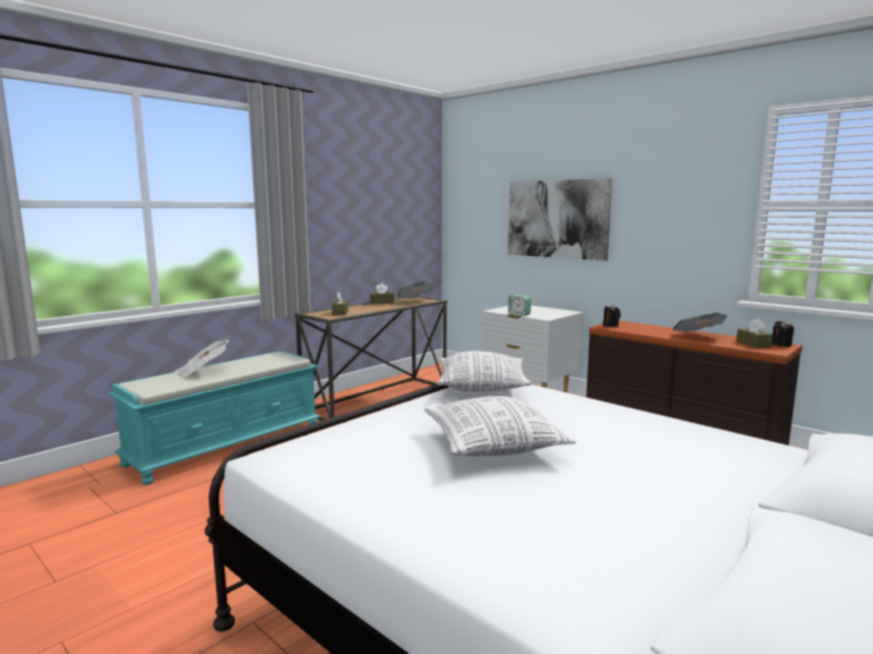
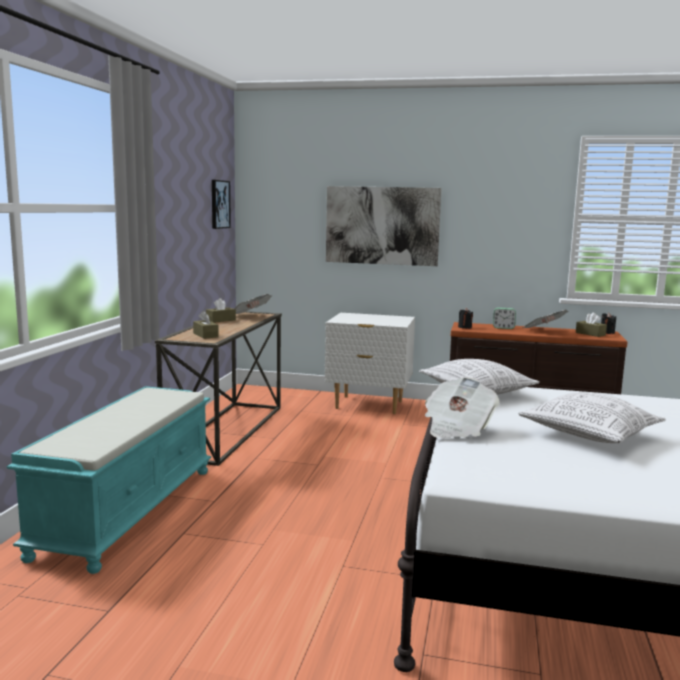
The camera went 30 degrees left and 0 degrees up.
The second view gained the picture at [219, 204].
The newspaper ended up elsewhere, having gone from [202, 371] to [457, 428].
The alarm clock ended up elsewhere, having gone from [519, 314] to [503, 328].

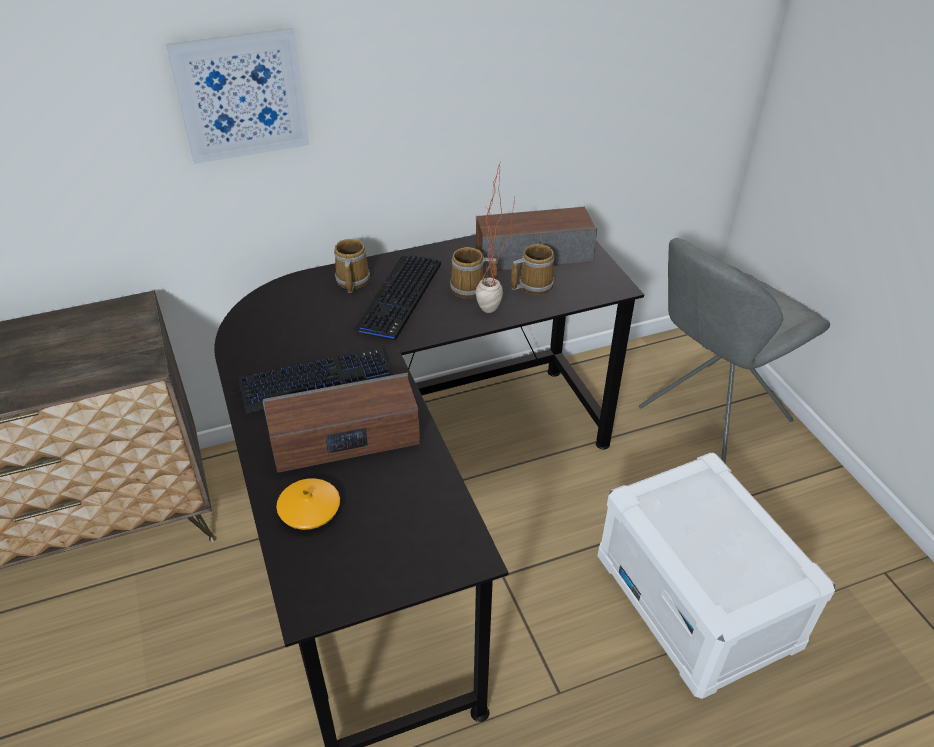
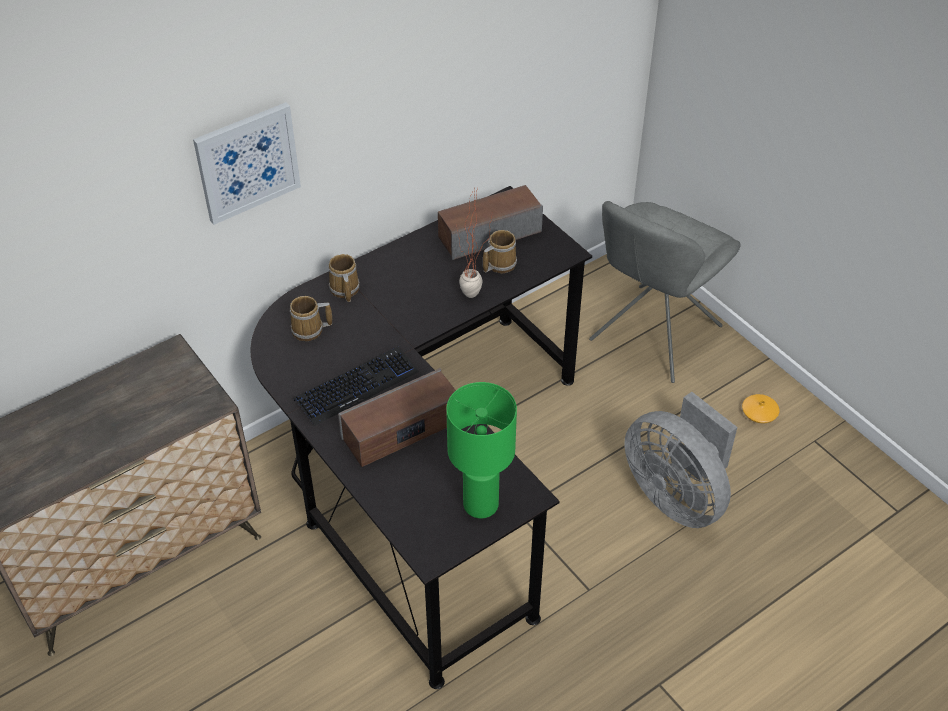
The camera went 15 degrees left and 5 degrees up.
The mug ended up elsewhere, having gone from [470, 289] to [310, 330].
The second view gained the table lamp (green) at [480, 504].
Where the storage box (white) stood at [697, 600], the fan (grey) came to stand at [676, 495].
The vase (orange) ended up elsewhere, having gone from [309, 510] to [759, 412].
The second view lost the keyboard at [399, 297].

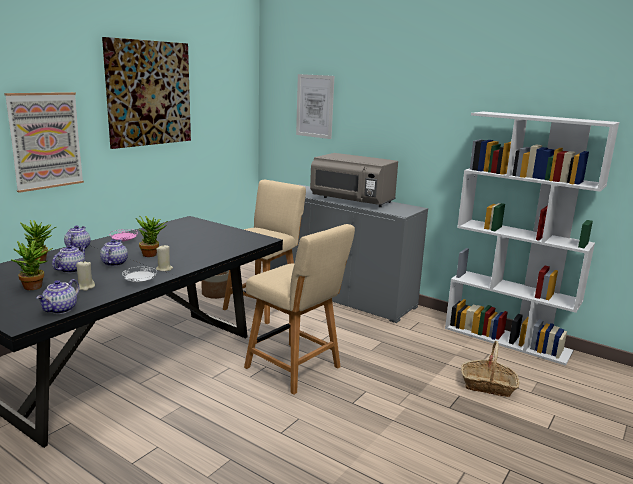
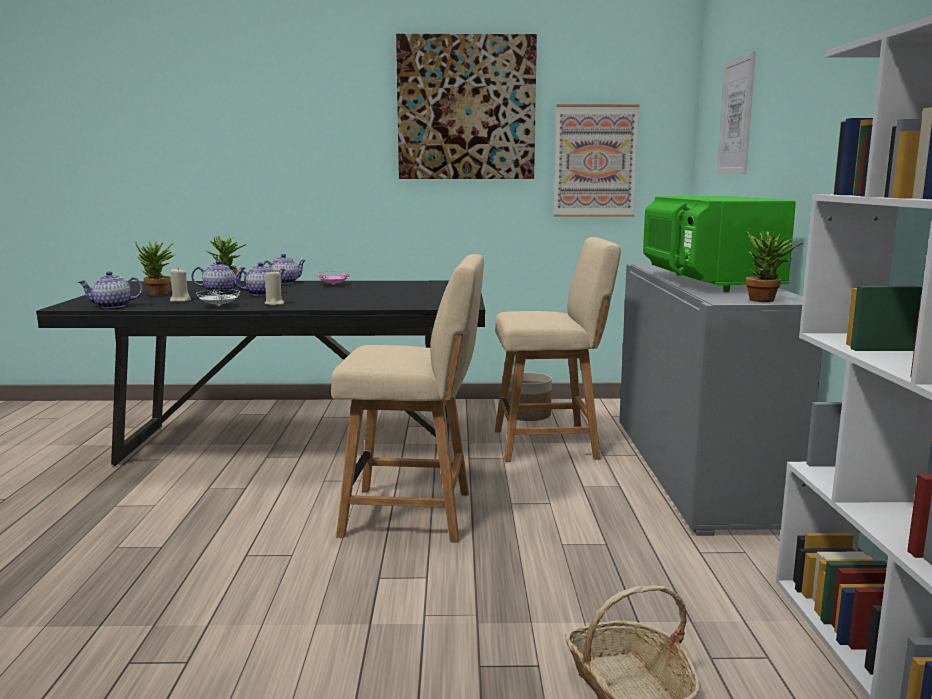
The camera went 55 degrees right and 5 degrees down.
The chair (beige) at [296, 369] ended up facing another way, 90 degrees counterclockwise from before.
The picture ended up elsewhere, having gone from [45, 140] to [595, 161].
What was the microwave (grey) at [352, 201] turned into the microwave (green) at [708, 282].
The potted plant ended up elsewhere, having gone from [152, 254] to [767, 300].

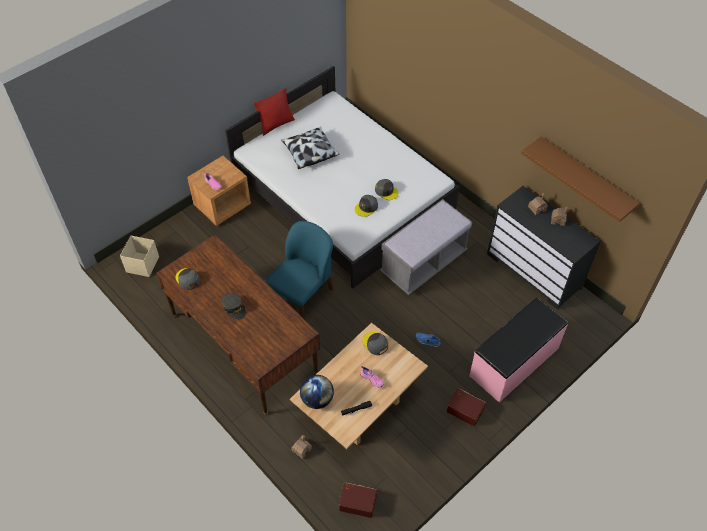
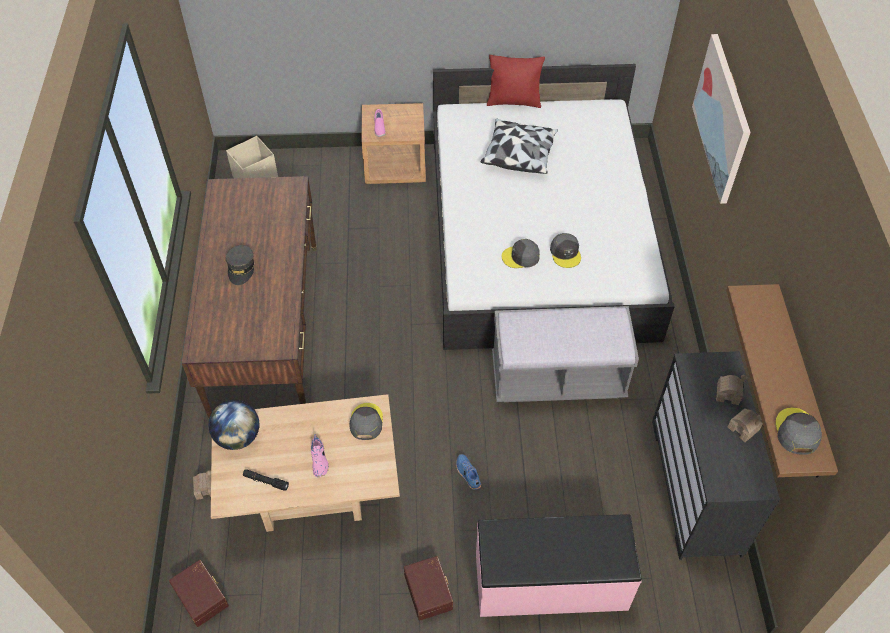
The camera went 40 degrees right and 0 degrees up.
The second view gained the picture at [723, 118].
The cap (grey) ended up elsewhere, having gone from [187, 279] to [796, 432].
The second view lost the chair (blue) at [302, 296].

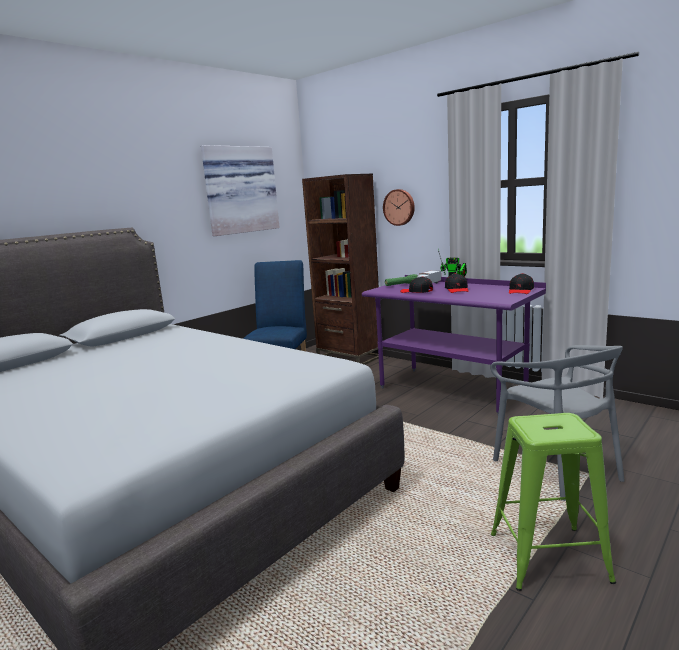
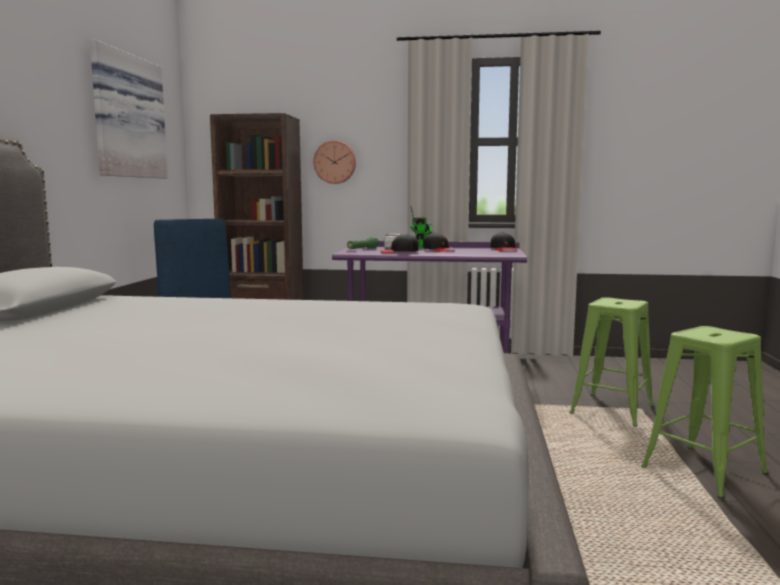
The camera went 35 degrees left and 5 degrees down.
Where the chair (grey) stood at [557, 468], the stool (green) came to stand at [612, 409].

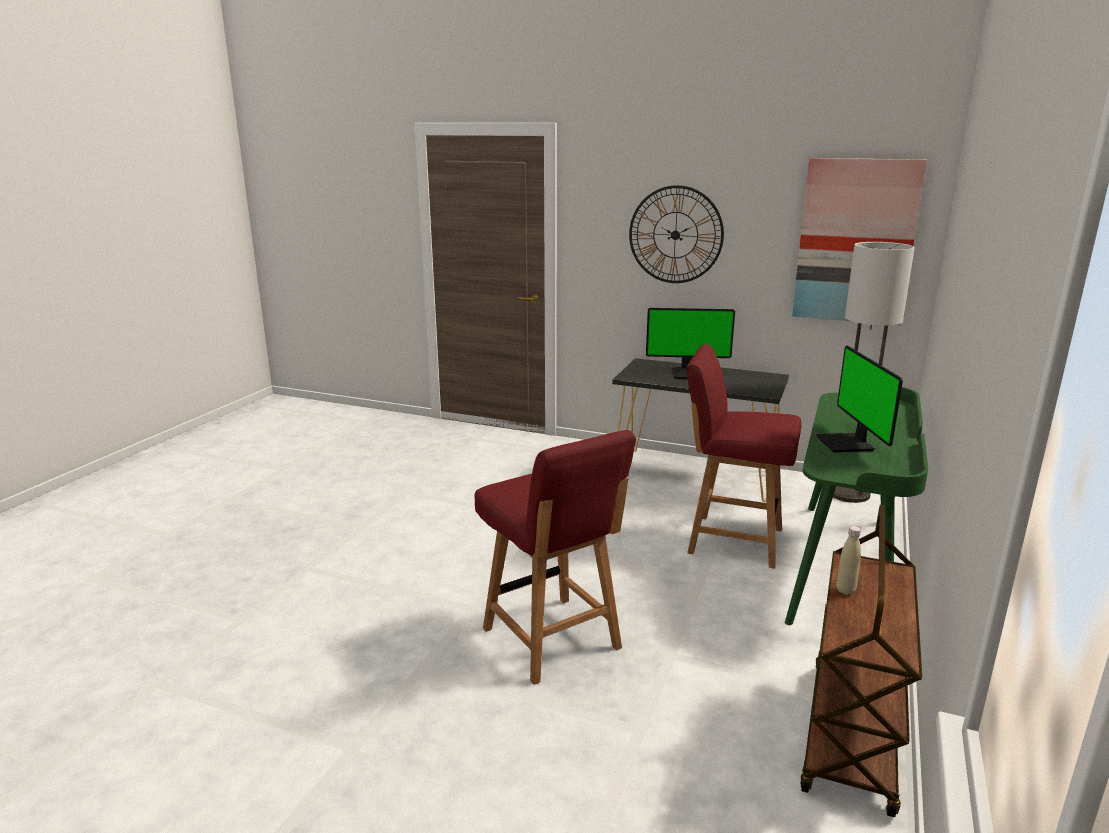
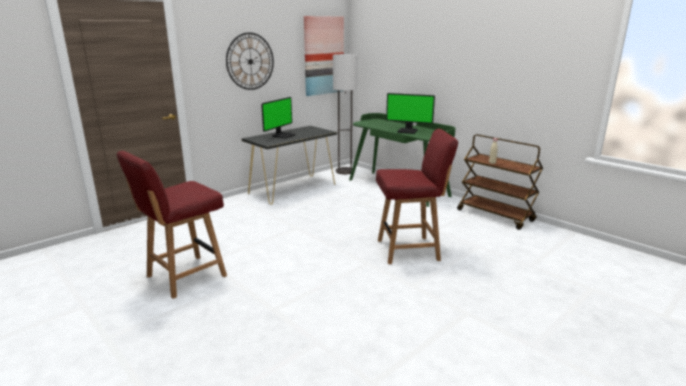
The camera went 65 degrees left and 0 degrees up.
The chair (red) ended up elsewhere, having gone from [732, 540] to [184, 277].

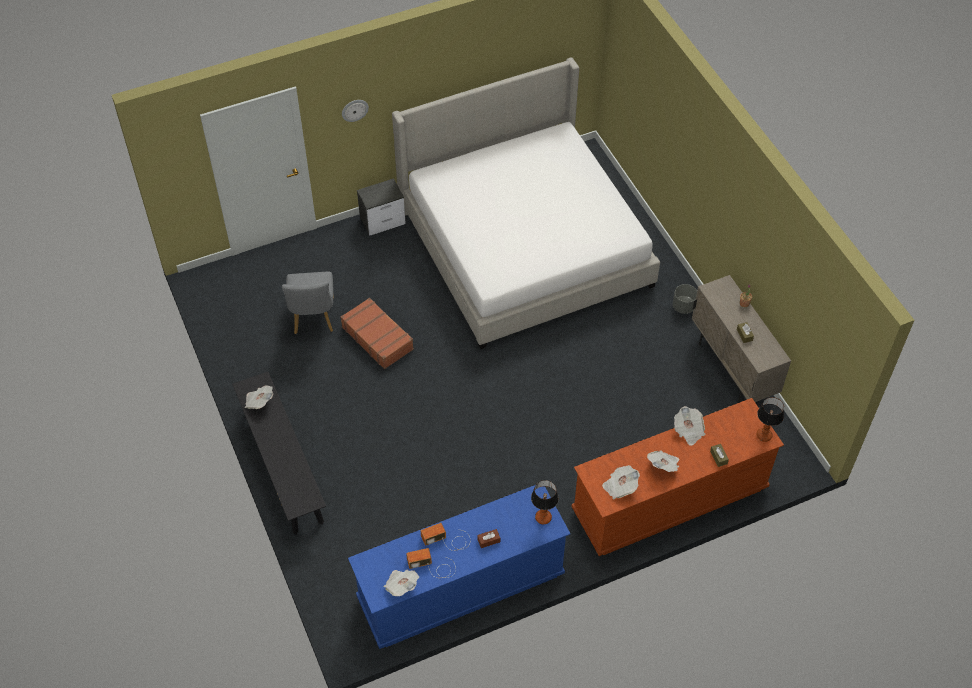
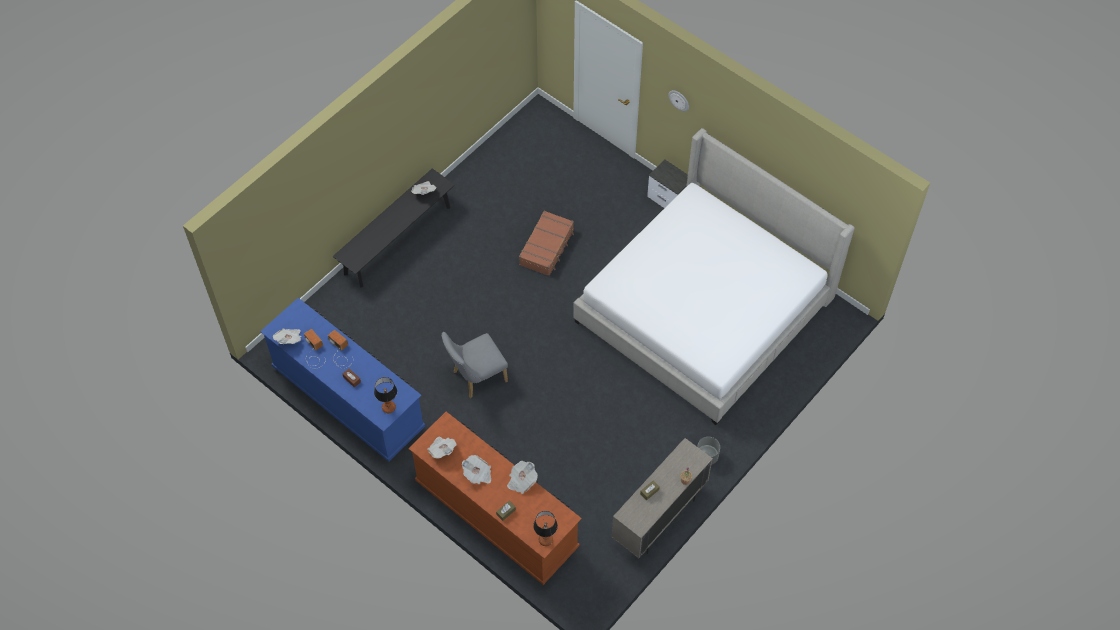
The camera went 65 degrees right and 5 degrees up.
The chair (grey) ended up elsewhere, having gone from [313, 319] to [476, 377].

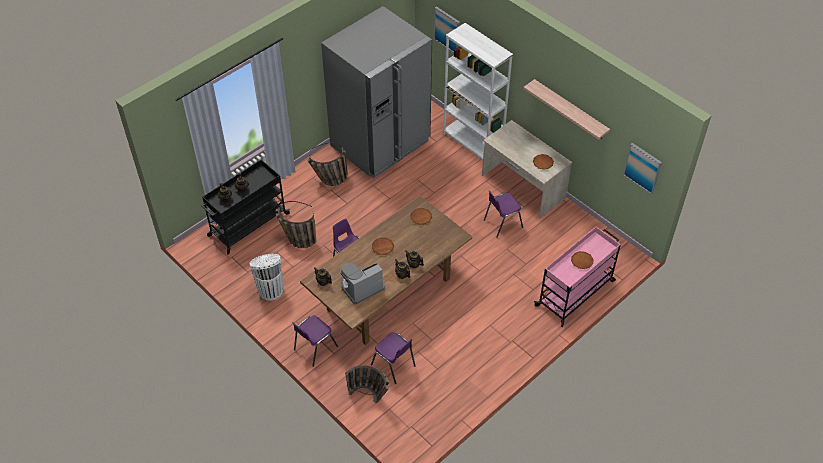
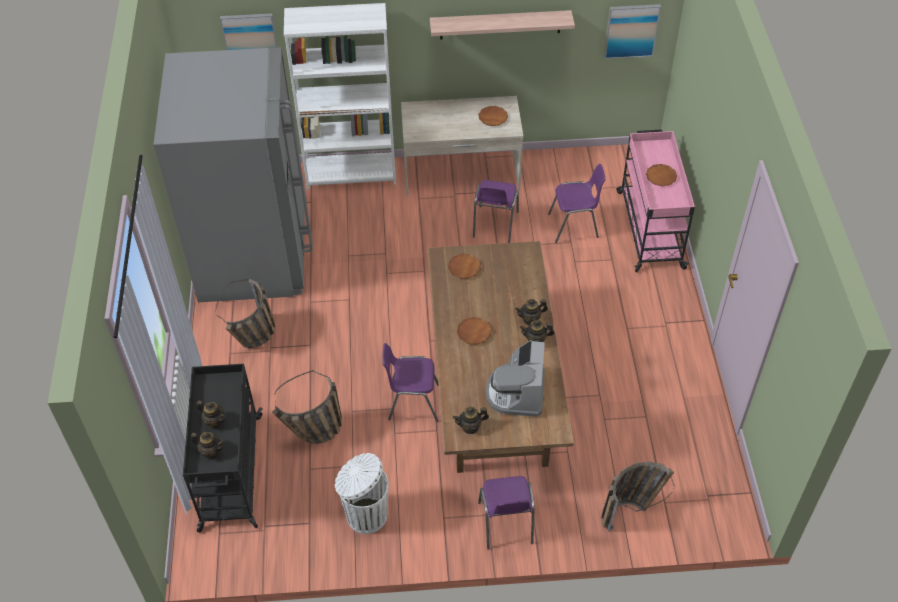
The camera went 50 degrees left and 0 degrees up.
The chair (purple) ended up elsewhere, having gone from [394, 366] to [574, 226].

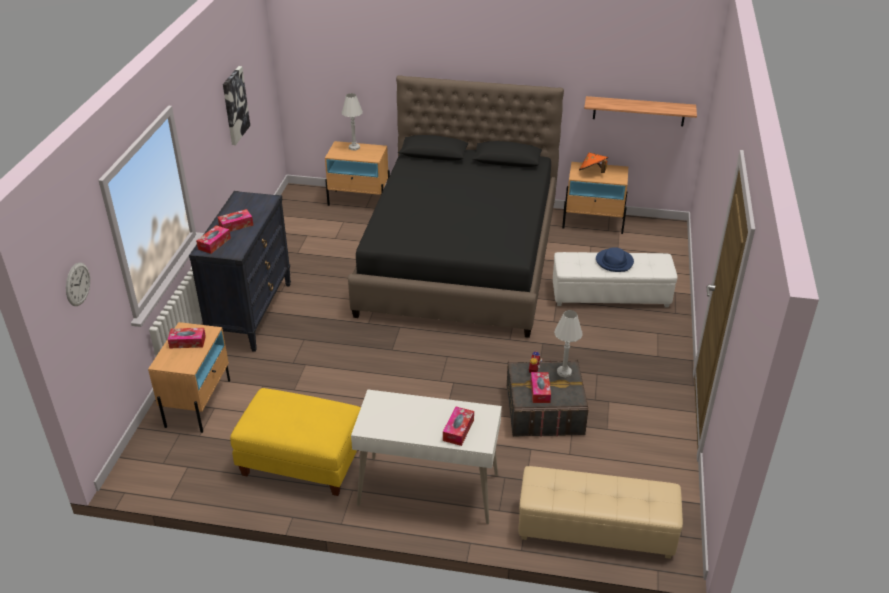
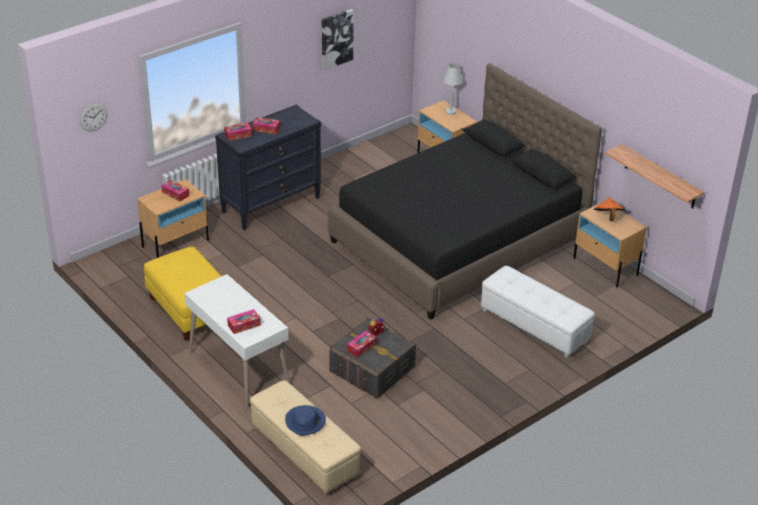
The camera went 40 degrees right and 0 degrees up.
The hat (blue) ended up elsewhere, having gone from [614, 262] to [305, 422].
The second view lost the table lamp (white) at [564, 372].

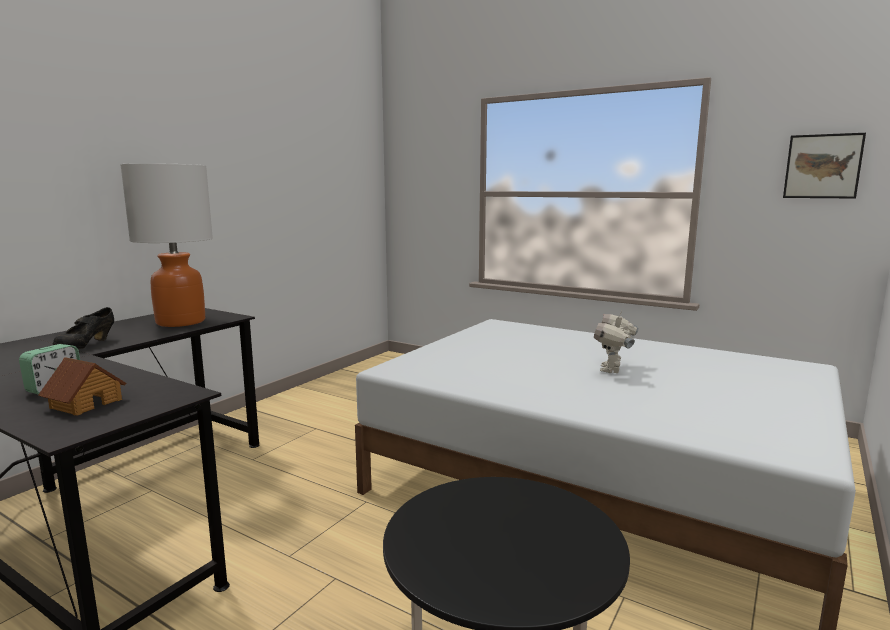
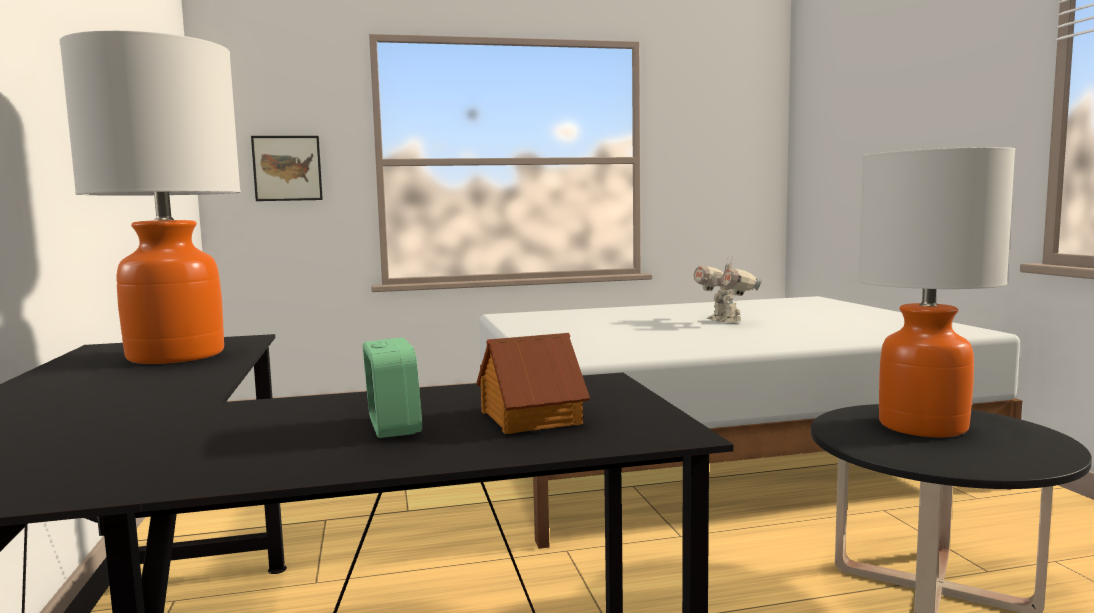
The camera went 45 degrees left and 5 degrees down.
The picture ended up elsewhere, having gone from [822, 166] to [287, 168].
The second view gained the table lamp at [923, 426].
The second view lost the shoe (black) at [86, 346].

